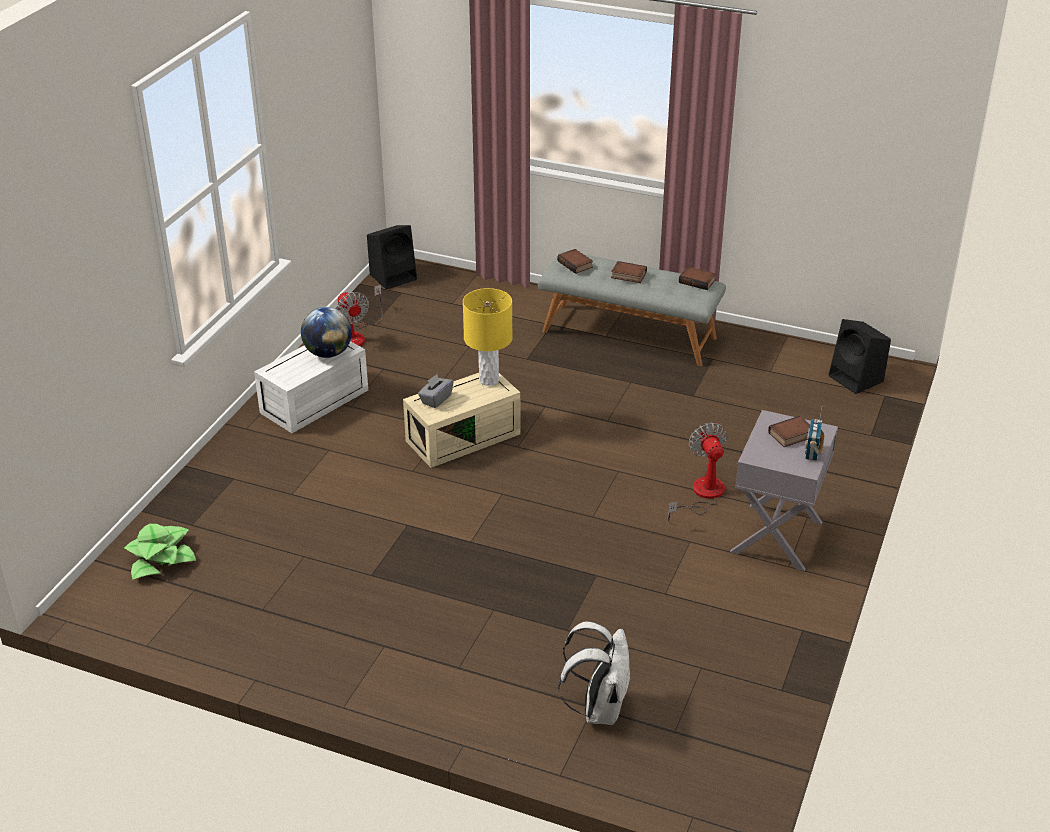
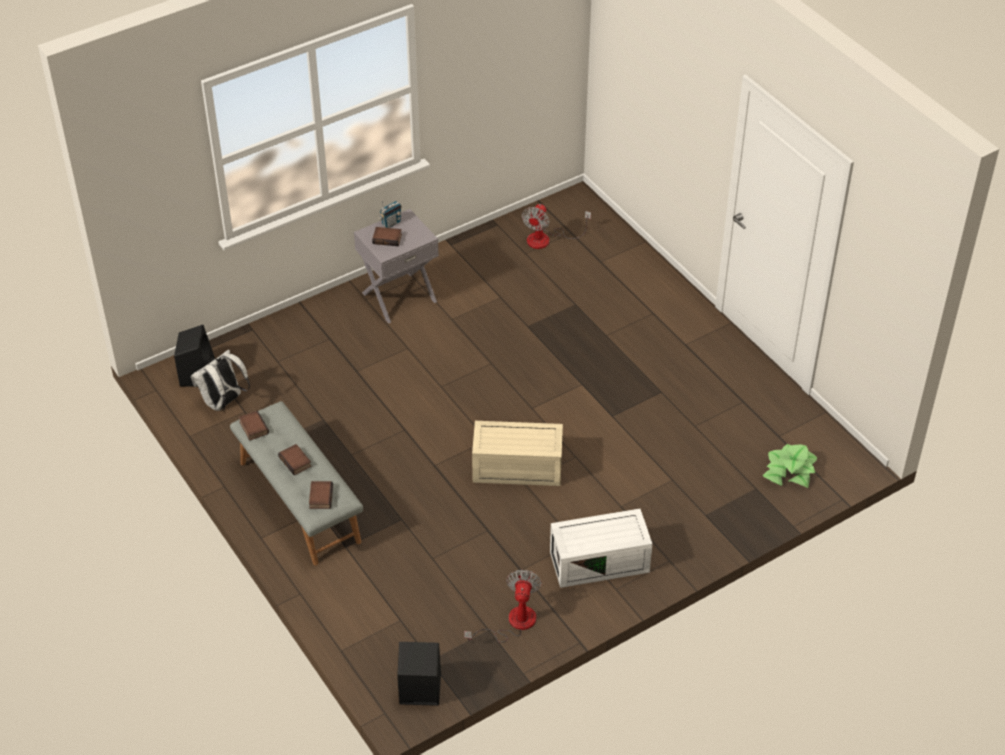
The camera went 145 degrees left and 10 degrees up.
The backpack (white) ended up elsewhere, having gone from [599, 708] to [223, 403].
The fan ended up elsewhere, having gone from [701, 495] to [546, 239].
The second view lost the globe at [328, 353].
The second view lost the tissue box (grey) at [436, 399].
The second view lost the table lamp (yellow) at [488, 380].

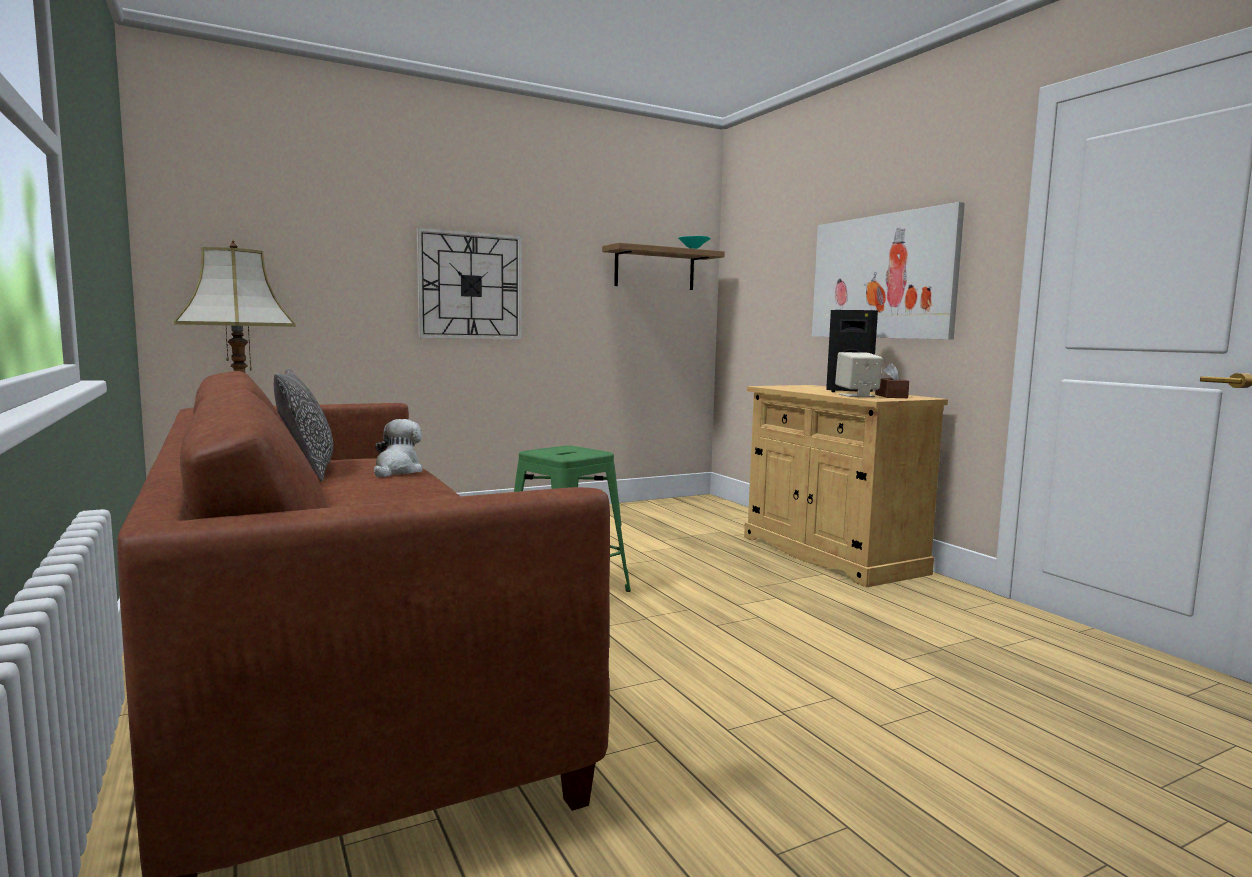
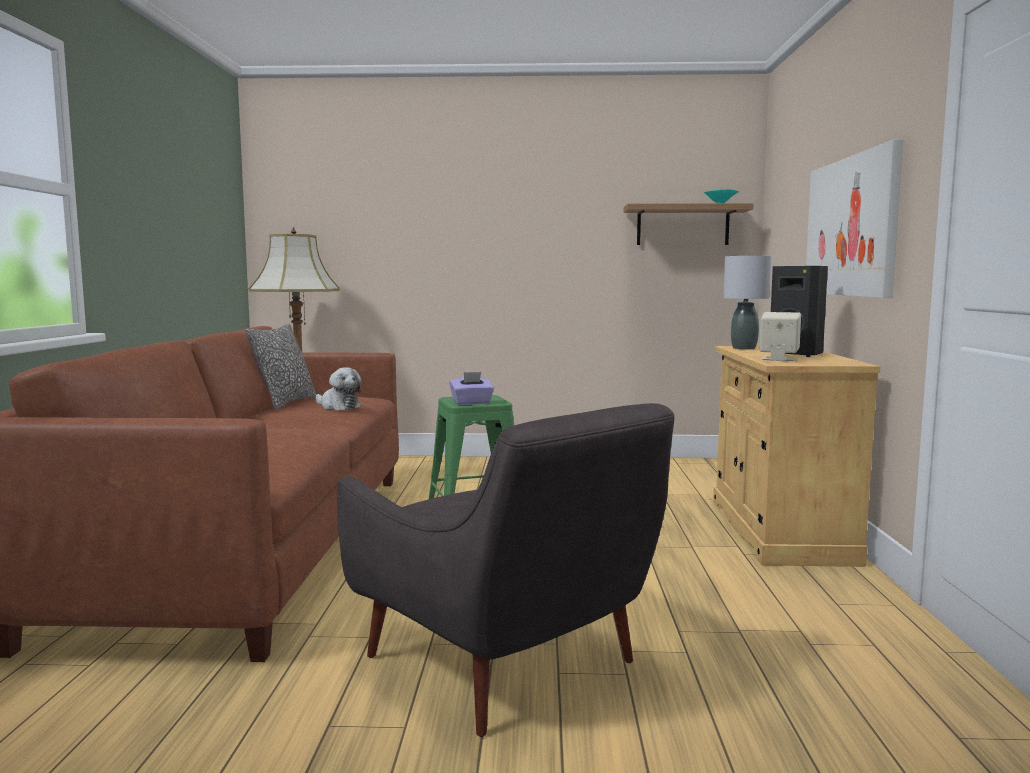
The camera went 30 degrees right and 0 degrees up.
The plush toy at [397, 471] ended up facing another way, 90 degrees clockwise from before.
The second view gained the armchair (grey) at [508, 665].
The second view gained the tissue box (purple) at [472, 403].
The second view gained the table lamp (grey) at [744, 348].
The second view lost the wall clock at [470, 286].
The second view lost the tissue box (brown) at [891, 396].

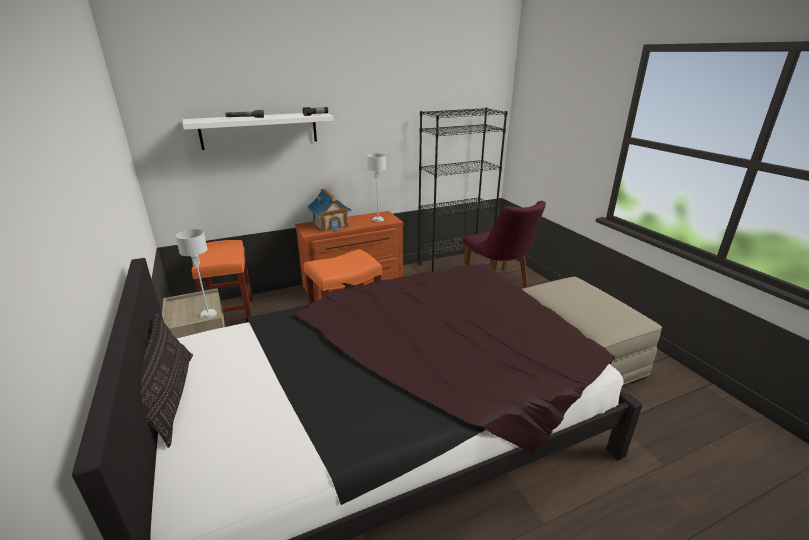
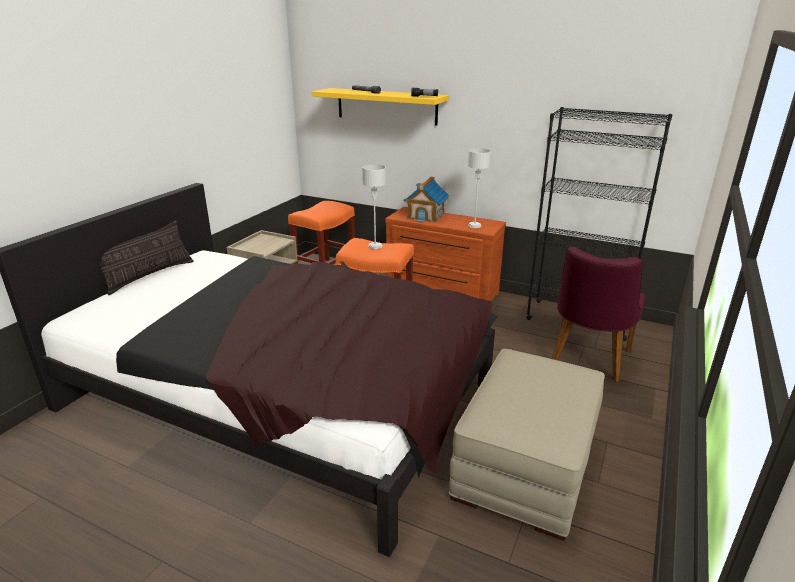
The camera went 50 degrees right and 0 degrees up.
What was the shelf (white) at [259, 130] turned into the shelf (yellow) at [386, 106].
The table lamp (grey) ended up elsewhere, having gone from [208, 314] to [375, 246].

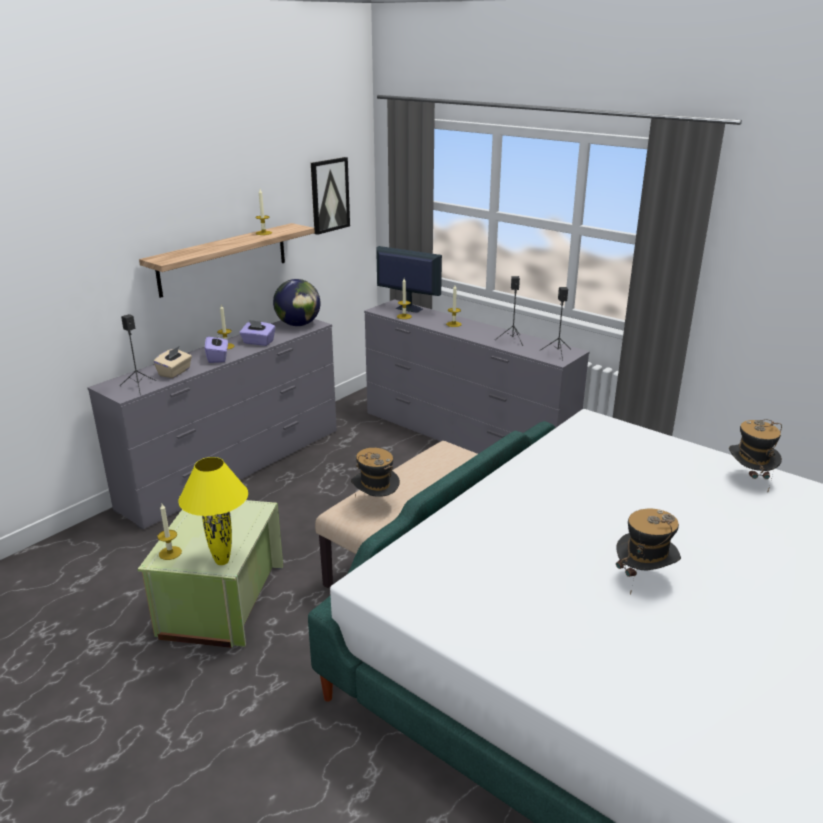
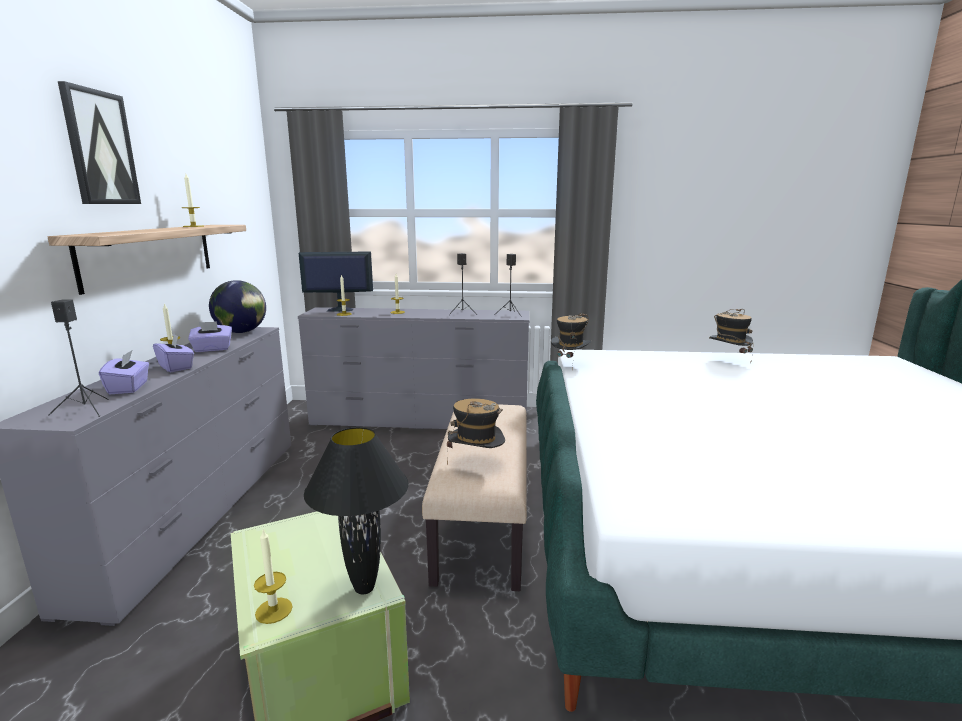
The camera went 35 degrees left and 10 degrees down.
The picture ended up elsewhere, having gone from [329, 195] to [100, 148].
What was the tissue box (beige) at [175, 372] turned into the tissue box (purple) at [129, 388].
What was the table lamp (yellow) at [222, 562] turned into the table lamp (black) at [365, 588].
The hat ended up elsewhere, having gone from [643, 578] to [570, 364].

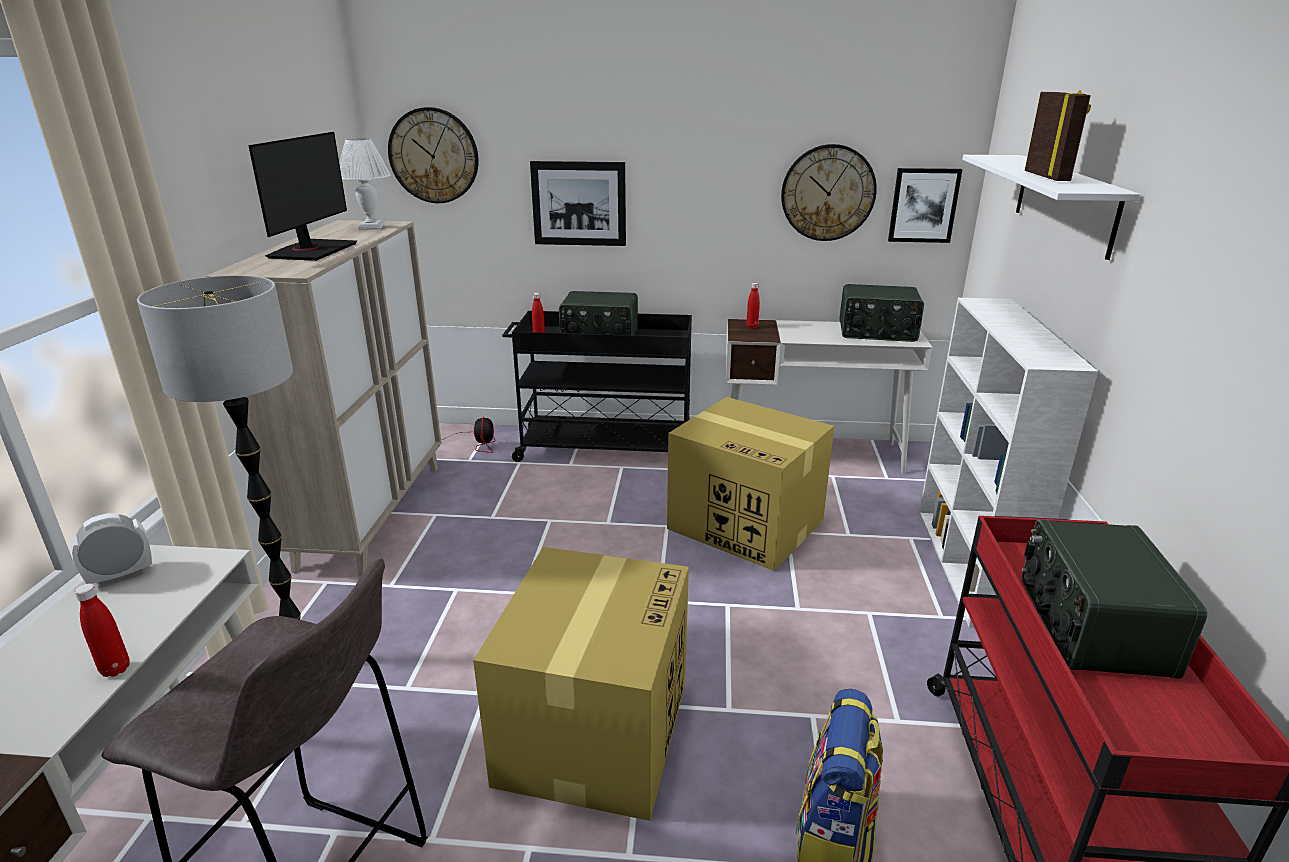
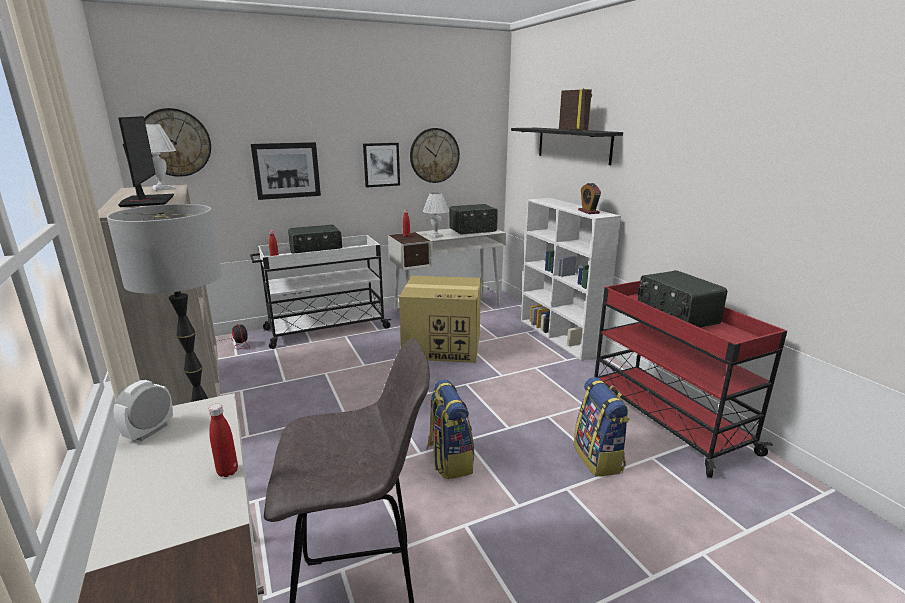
The camera went 30 degrees left and 5 degrees down.
What was the cart (black) at [604, 448] turned into the cart (white) at [325, 329].
The picture ended up elsewhere, having gone from [923, 205] to [381, 164].
The second view gained the table lamp (white) at [436, 236].
Where the cardboard box stood at [594, 729], the backpack came to stand at [449, 460].
What was the shelf (white) at [1064, 202] turned into the shelf (black) at [573, 144].
The second view gained the alarm clock at [588, 212].

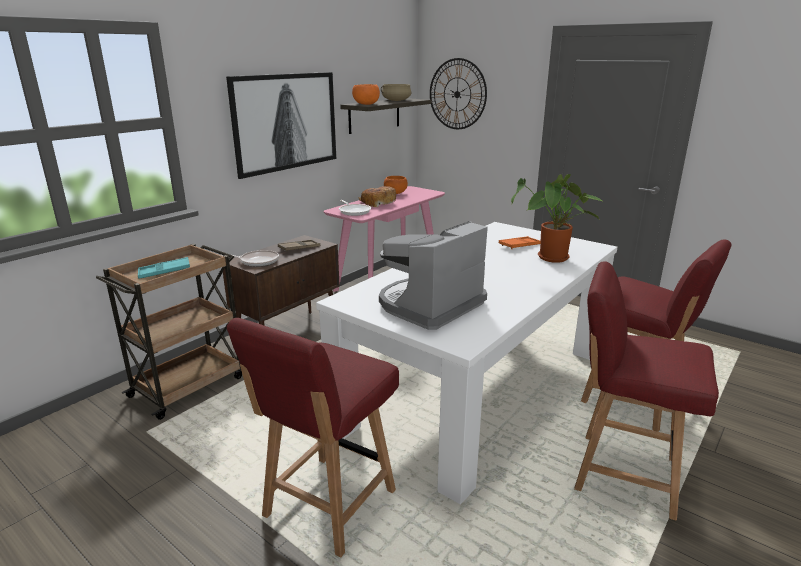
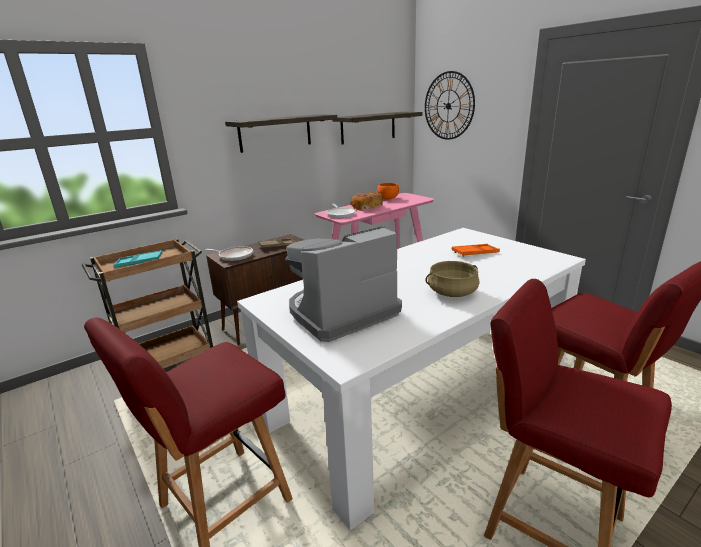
The camera went 15 degrees right and 0 degrees up.
Where the picture hung at [285, 122], the shelf came to hang at [275, 133].
The cooking pot (beige) ended up elsewhere, having gone from [396, 100] to [452, 292].
The second view lost the bowl (orange) at [366, 104].
The second view lost the potted plant at [552, 259].

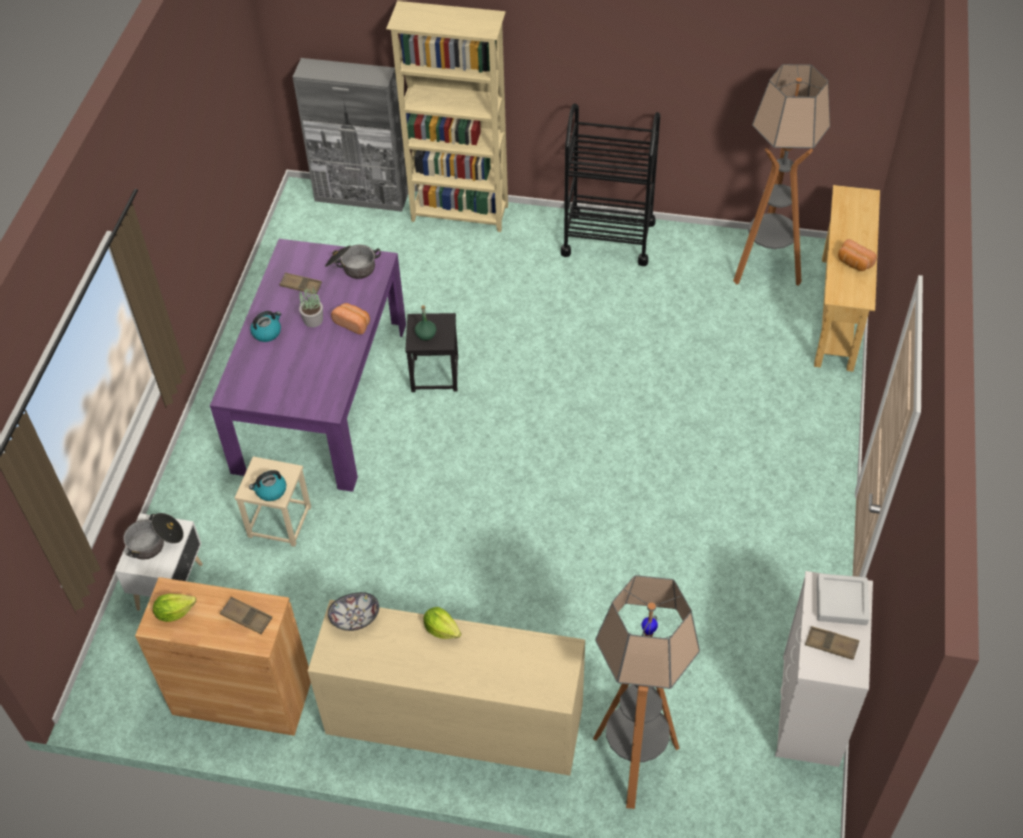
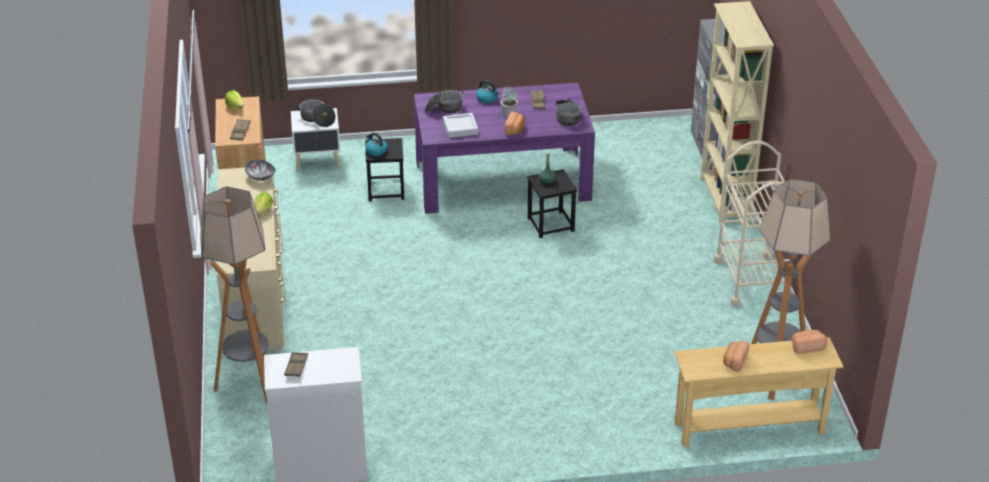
The camera went 70 degrees right and 15 degrees down.
What was the stool (beige) at [279, 522] turned into the stool (black) at [385, 190].
The second view gained the cooking pot at [444, 108].
The tray (grey) ended up elsewhere, having gone from [841, 602] to [460, 128].
What was the cart (black) at [608, 238] turned into the cart (beige) at [751, 280].
The second view gained the bread at [806, 346].

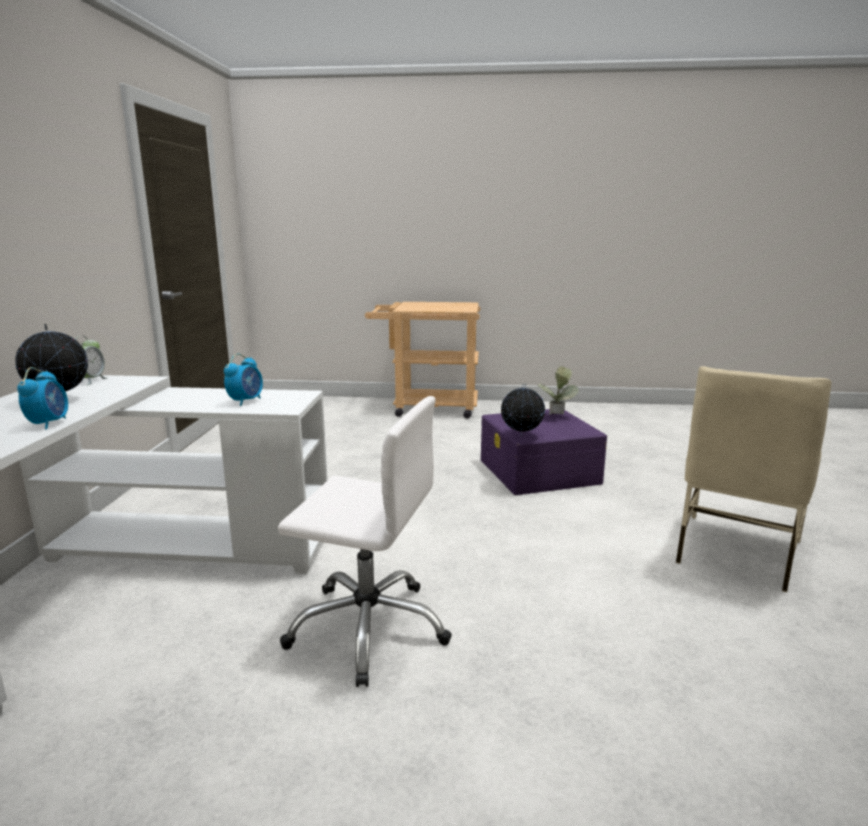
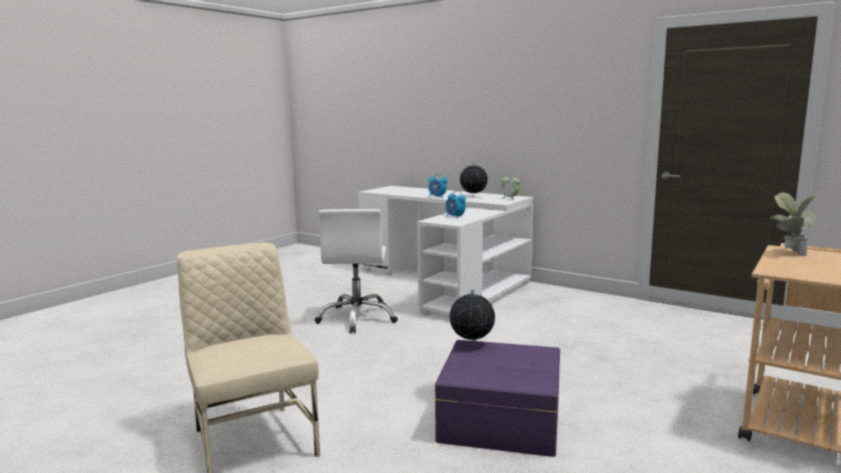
The camera went 120 degrees right and 5 degrees down.
The office chair (white) at [368, 627] ended up facing another way, 45 degrees counterclockwise from before.
The potted plant ended up elsewhere, having gone from [556, 417] to [789, 253].

